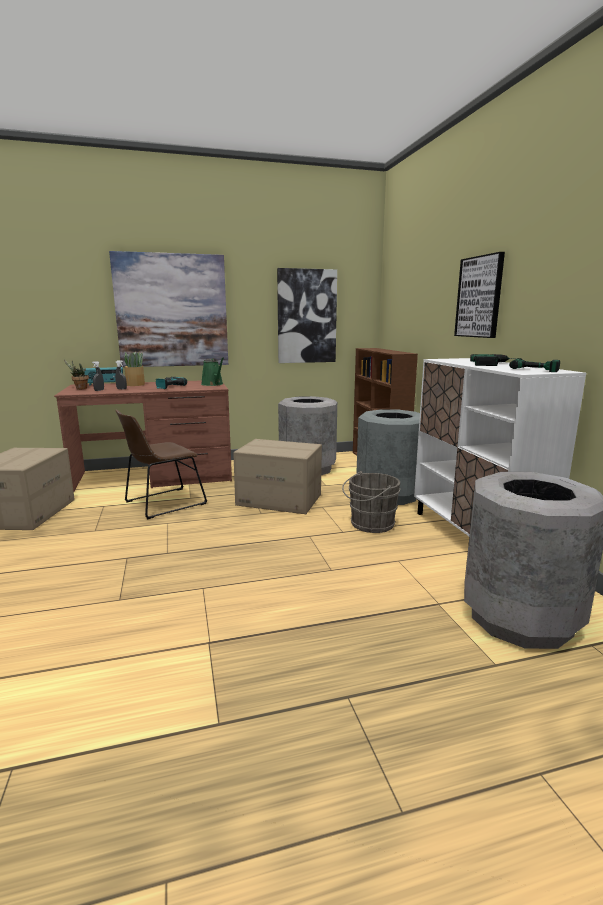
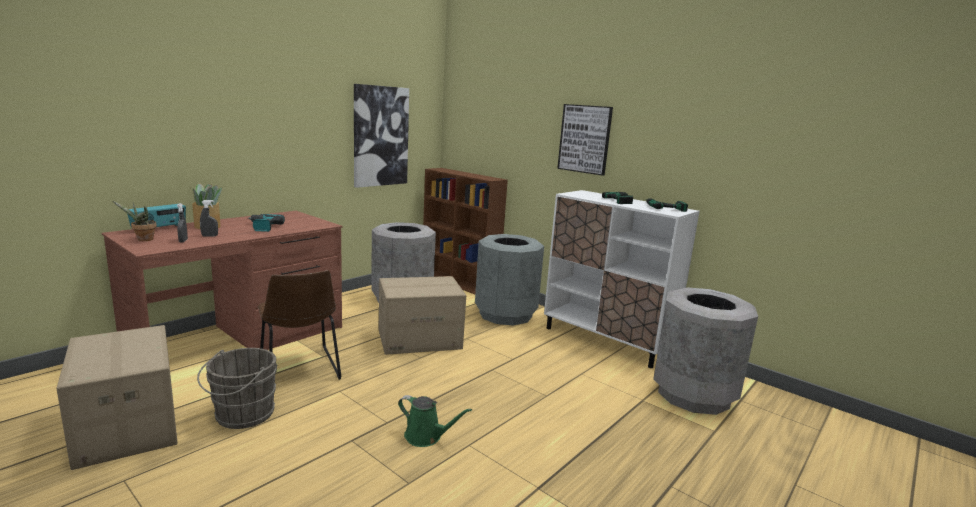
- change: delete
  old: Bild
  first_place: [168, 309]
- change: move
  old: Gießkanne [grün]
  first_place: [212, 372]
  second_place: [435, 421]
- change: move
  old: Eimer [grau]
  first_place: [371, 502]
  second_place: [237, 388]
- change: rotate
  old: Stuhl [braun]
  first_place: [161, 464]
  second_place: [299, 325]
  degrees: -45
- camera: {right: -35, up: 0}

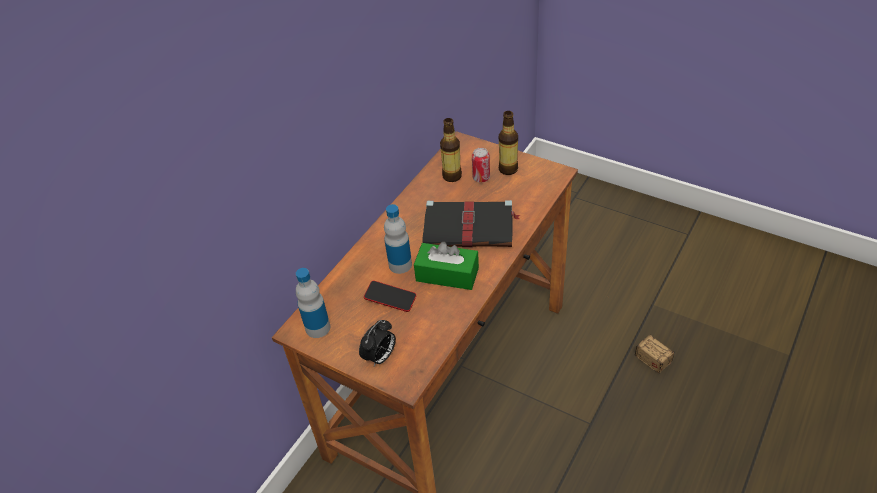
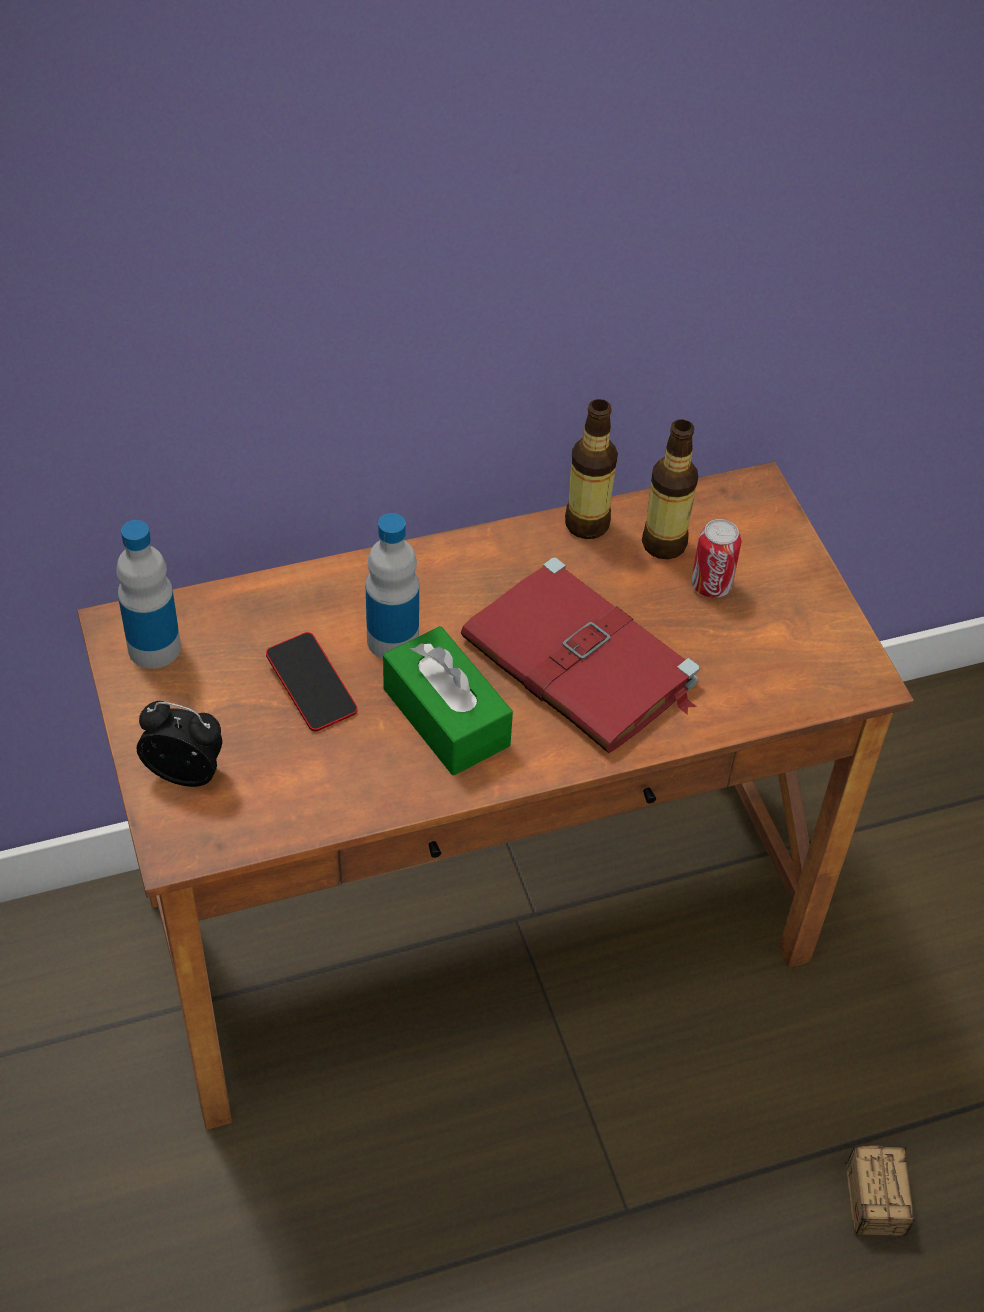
- change: move
  old: Flasche
  first_place: [508, 143]
  second_place: [591, 469]
- change: recolor
  old: Buch [schwarz]
  new: Buch [rot]
  first_place: [471, 223]
  second_place: [580, 655]
- change: rotate
  old: Wecker
  first_place: [377, 343]
  second_place: [179, 744]
  degrees: -150
- camera: {right: 35, up: 5}

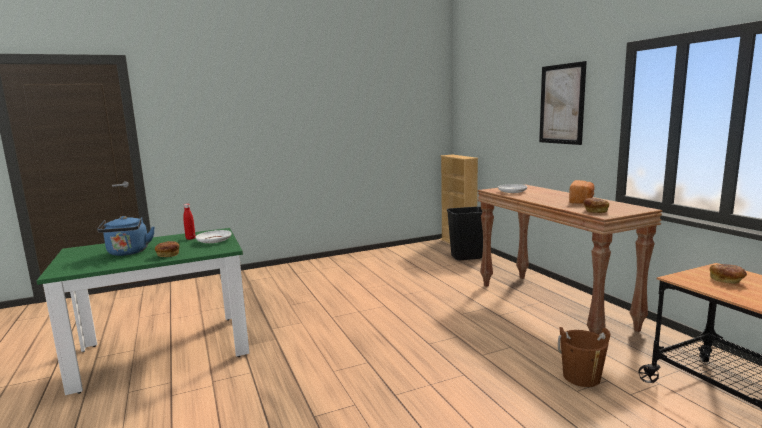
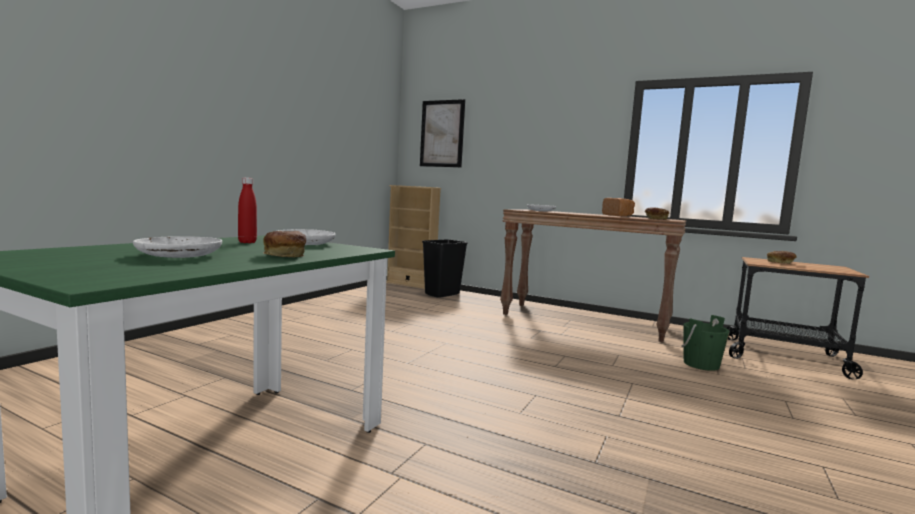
- change: move
  old: Bild
  first_place: [563, 103]
  second_place: [442, 133]
- change: replace
  old: Wasserkessel [blau]
  new: Teller [weiß]
  first_place: [126, 236]
  second_place: [177, 247]
- change: recolor
  old: Eimer [braun]
  new: Eimer [grün]
  first_place: [584, 357]
  second_place: [705, 343]
- camera: {right: -40, up: -5}

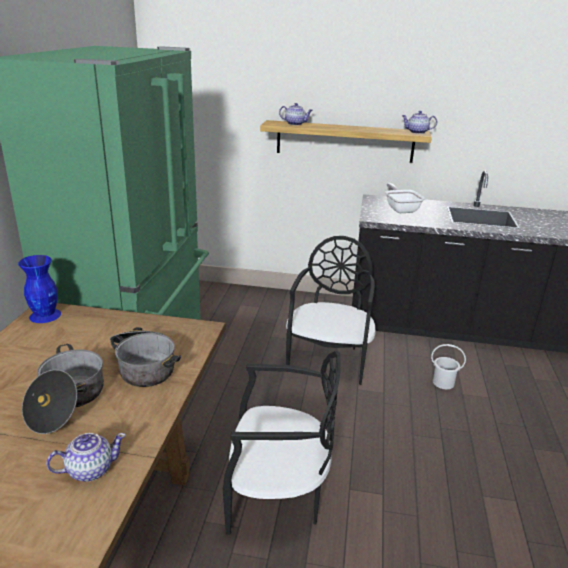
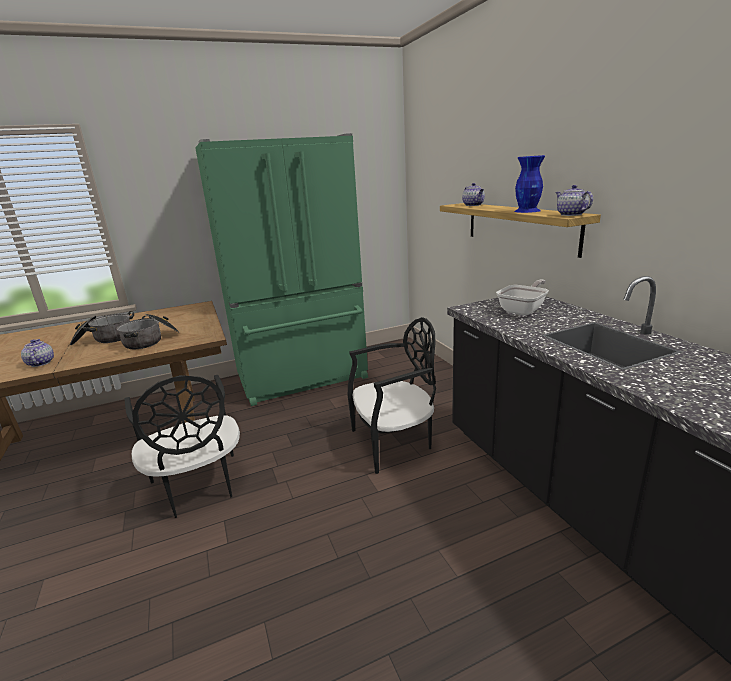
- change: delete
  old: Eimer [weiß]
  first_place: [448, 366]
- change: move
  old: Vase [blau]
  first_place: [39, 289]
  second_place: [529, 184]
- change: rotate
  old: Teekanne
  first_place: [86, 457]
  second_place: [37, 353]
  degrees: -150
- camera: {right: 60, up: -5}

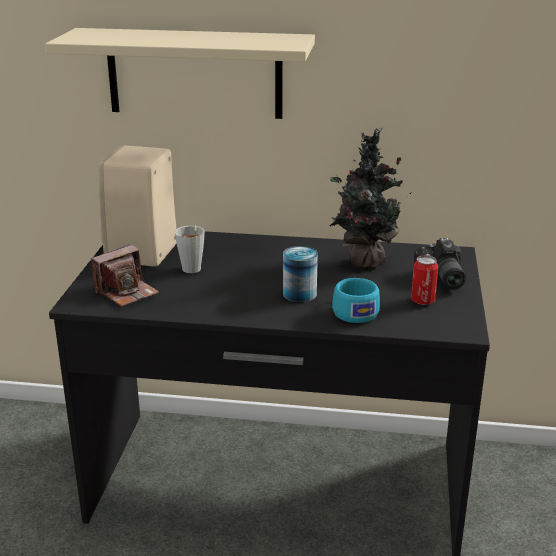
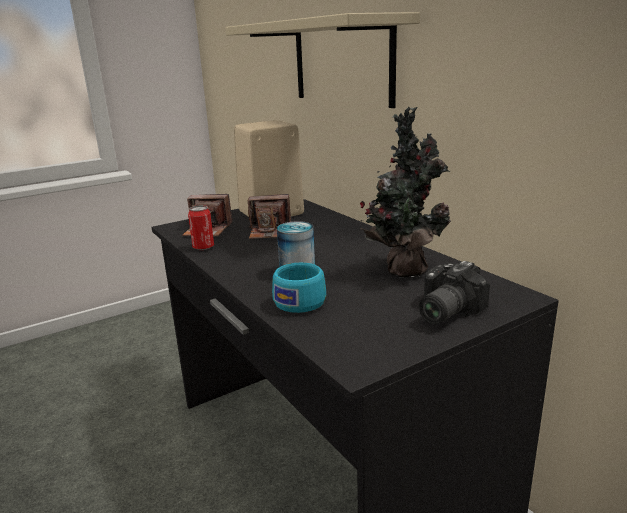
- change: move
  old: Dose
  first_place: [424, 280]
  second_place: [201, 227]
- change: replace
  old: Tasse [grau]
  new: Kamera
  first_place: [190, 249]
  second_place: [269, 216]
- camera: {right: 50, up: -5}

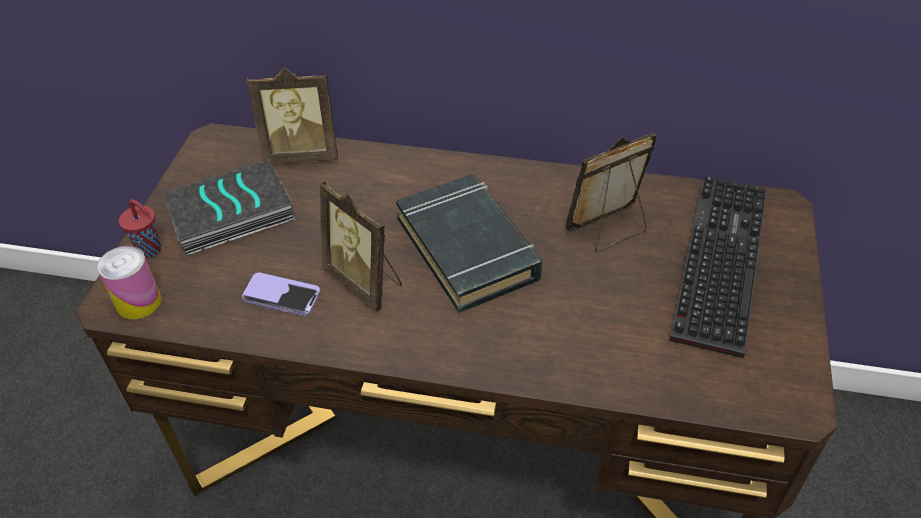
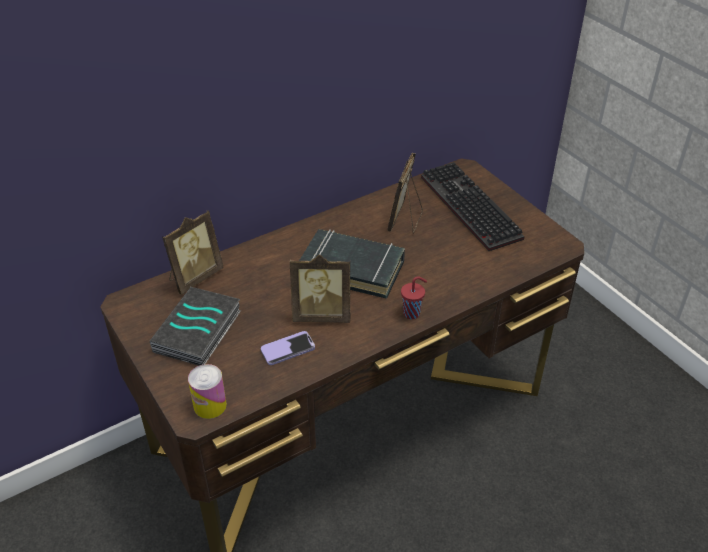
- change: move
  old: Tasse [rot]
  first_place: [140, 228]
  second_place: [414, 297]
- camera: {right: -45, up: -5}

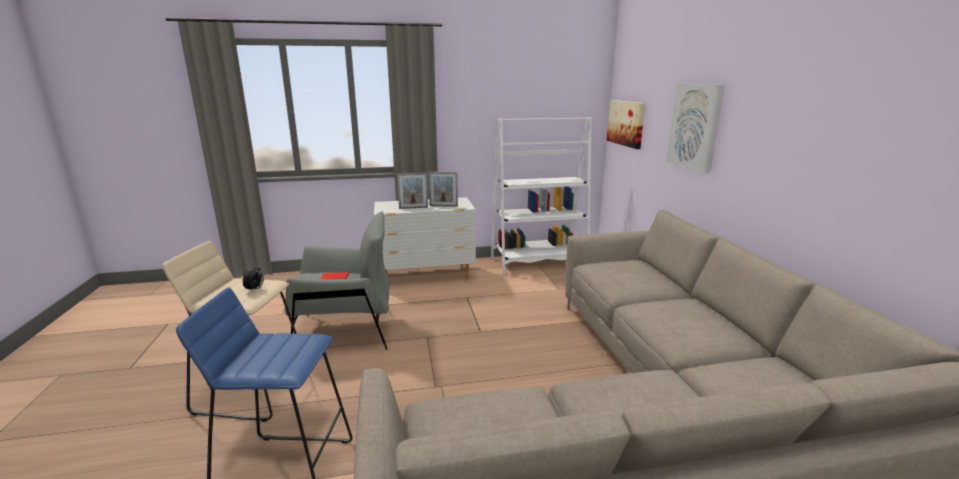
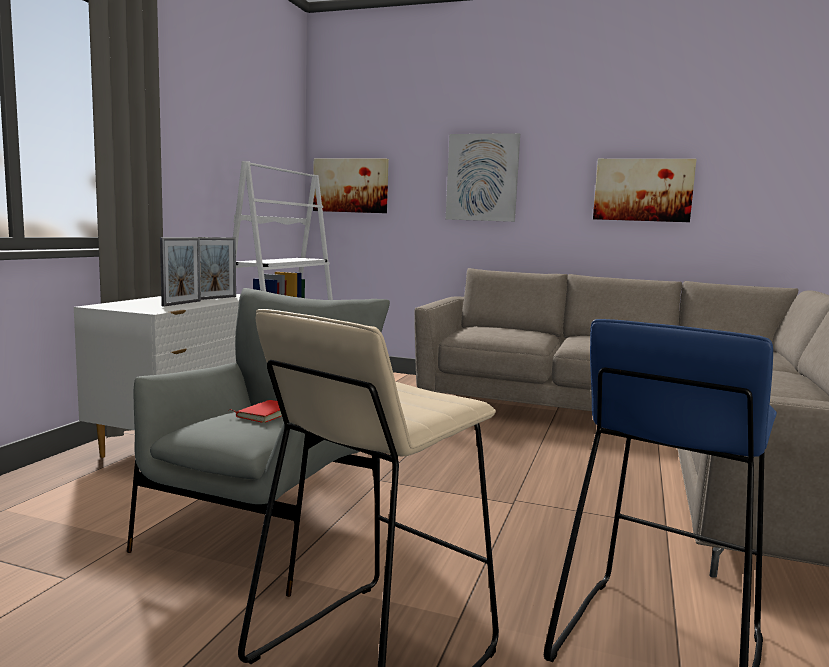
- change: delete
  old: Wecker
  first_place: [253, 278]
- change: insert
  new: Bild
  second_place: [644, 190]
- camera: {right: -60, up: -10}

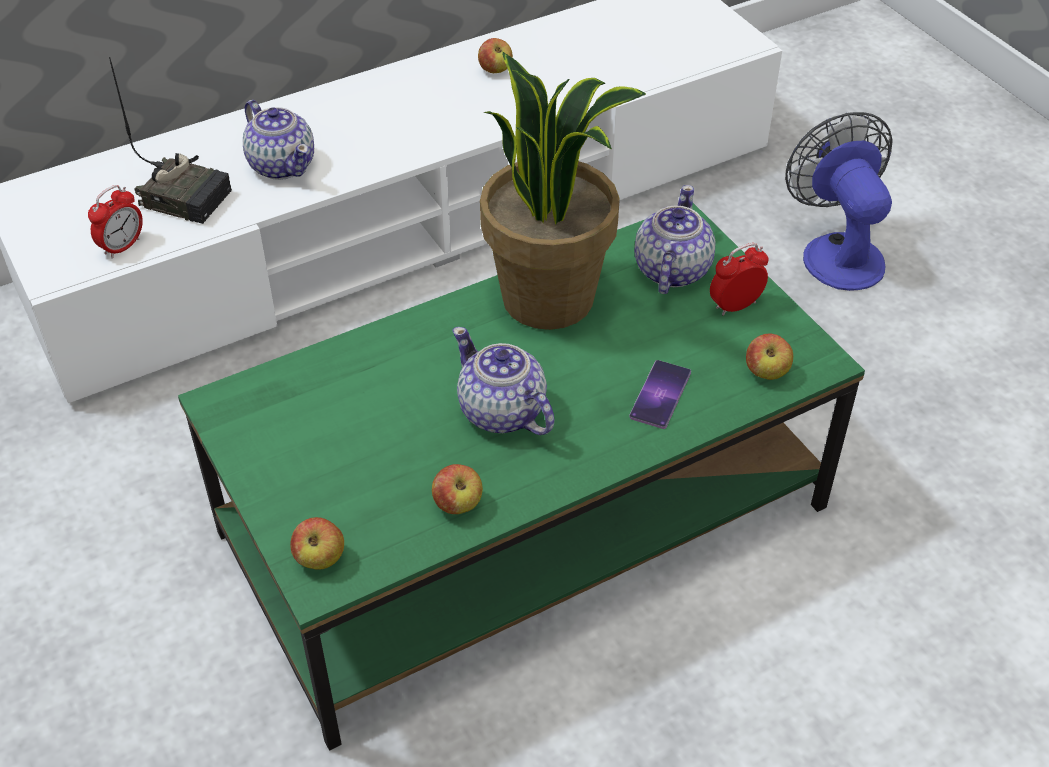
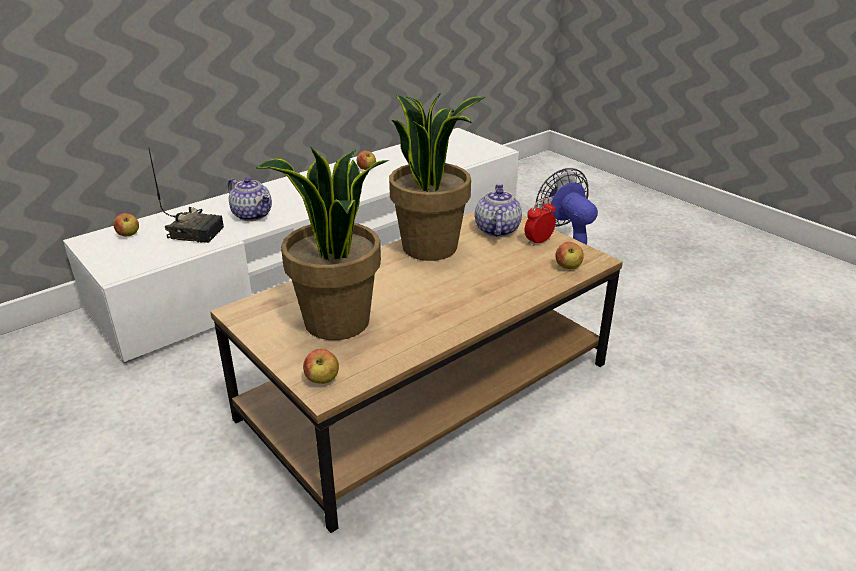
- change: delete
  old: Wecker
  first_place: [115, 222]
- change: delete
  old: Teekanne
  first_place: [503, 381]
- change: delete
  old: Handy
  first_place: [660, 394]
- change: insert
  new: Topfpflanze
  second_place: [322, 243]
- change: move
  old: Apfel
  first_place: [457, 489]
  second_place: [126, 225]
- change: recolor
  old: Couchtisch [grün]
  new: Couchtisch [braun]
  first_place: [521, 477]
  second_place: [416, 372]
- camera: {right: -10, up: -15}

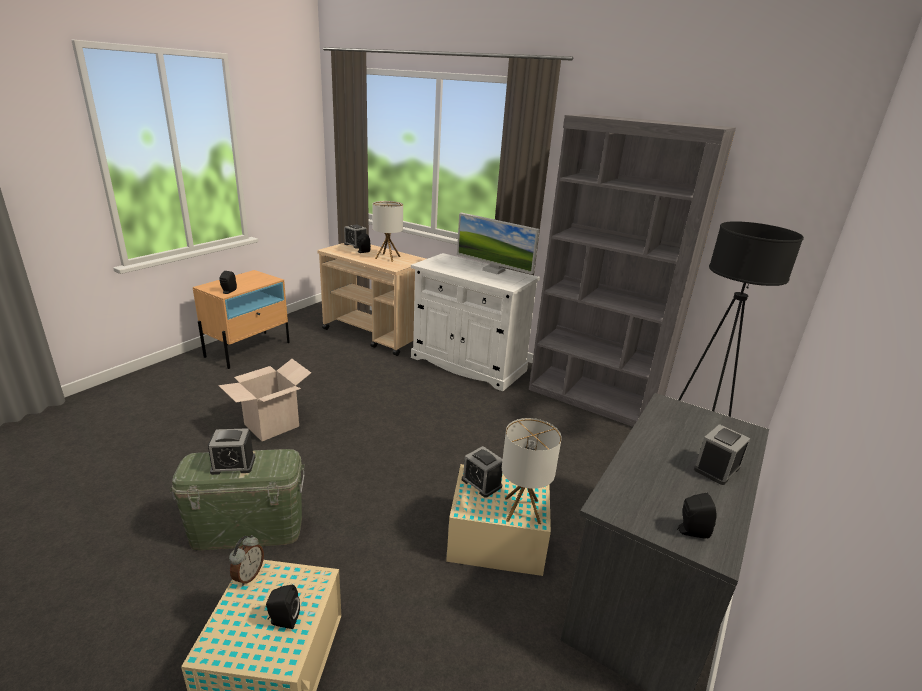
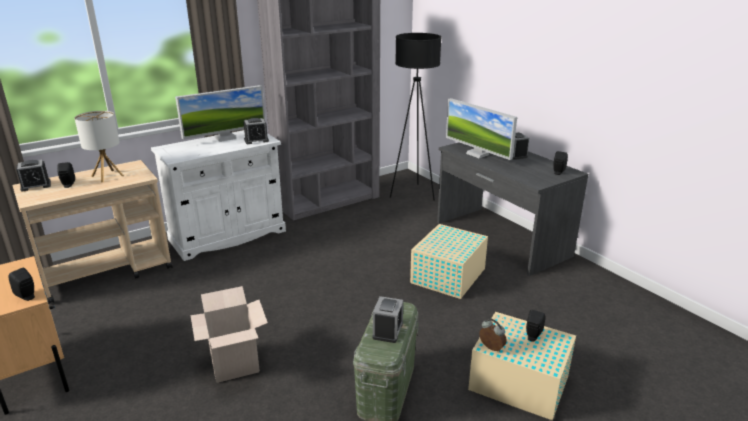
- change: delete
  old: Tischlampe
  first_place: [532, 471]
- change: insert
  new: Monitor
  second_place: [481, 129]
- change: move
  old: Wecker
  first_place: [482, 472]
  second_place: [256, 131]
- camera: {right: -65, up: 0}

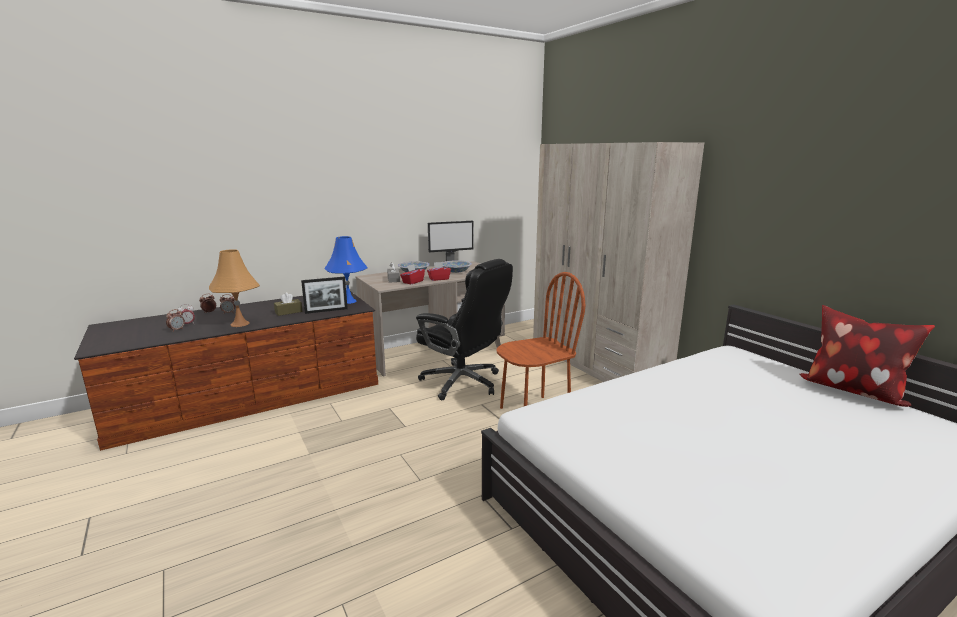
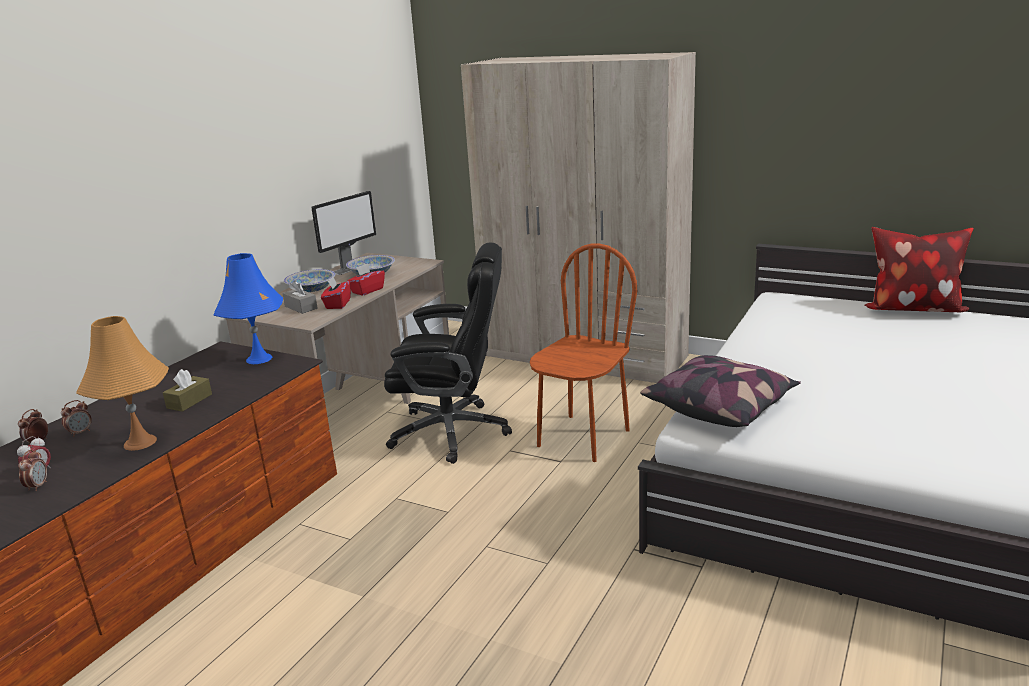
- change: delete
  old: Bilderrahmen
  first_place: [324, 295]
- change: insert
  new: Kissen
  second_place: [720, 391]
- camera: {right: -30, up: 5}

